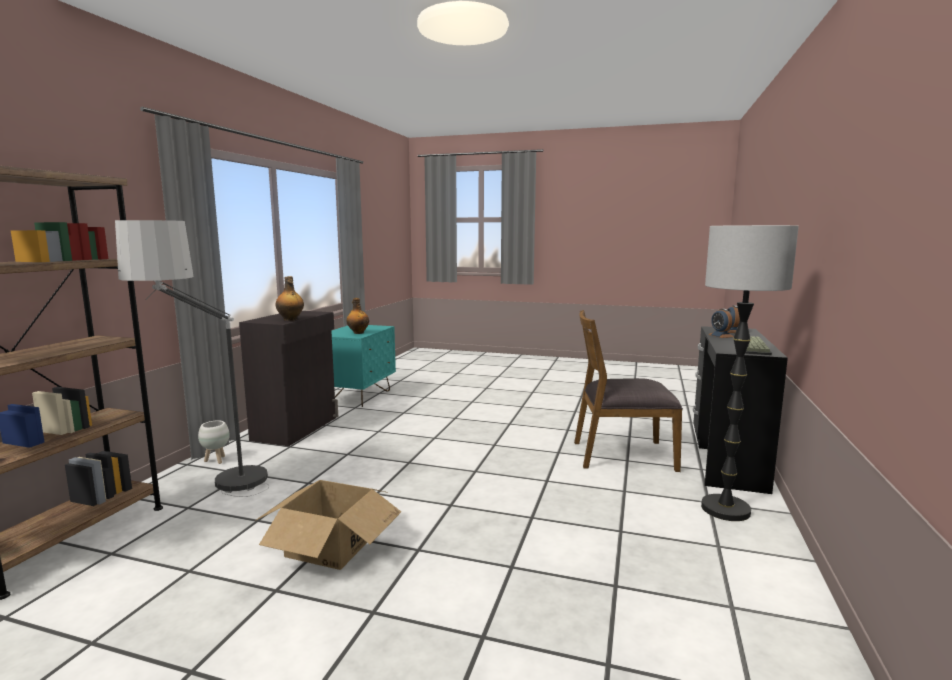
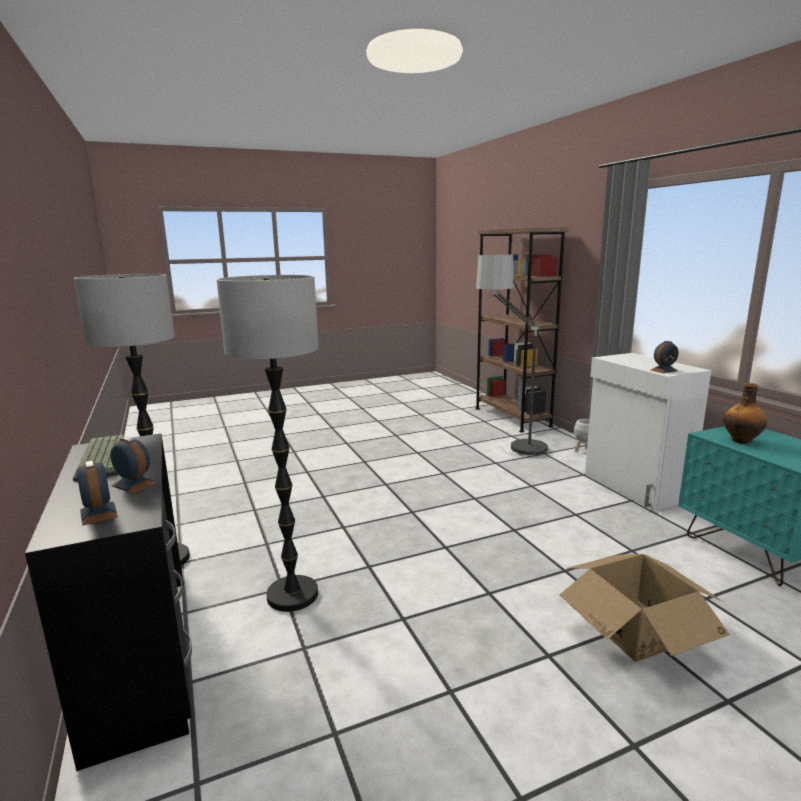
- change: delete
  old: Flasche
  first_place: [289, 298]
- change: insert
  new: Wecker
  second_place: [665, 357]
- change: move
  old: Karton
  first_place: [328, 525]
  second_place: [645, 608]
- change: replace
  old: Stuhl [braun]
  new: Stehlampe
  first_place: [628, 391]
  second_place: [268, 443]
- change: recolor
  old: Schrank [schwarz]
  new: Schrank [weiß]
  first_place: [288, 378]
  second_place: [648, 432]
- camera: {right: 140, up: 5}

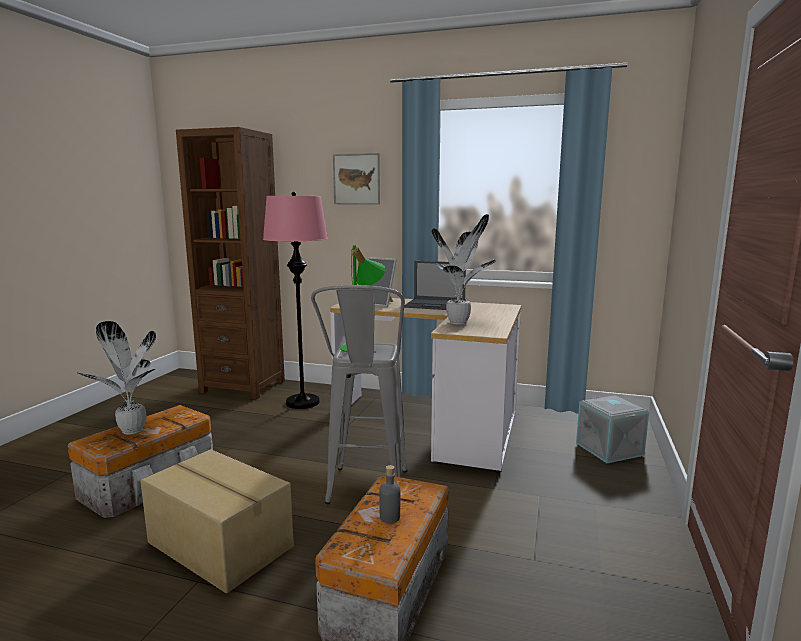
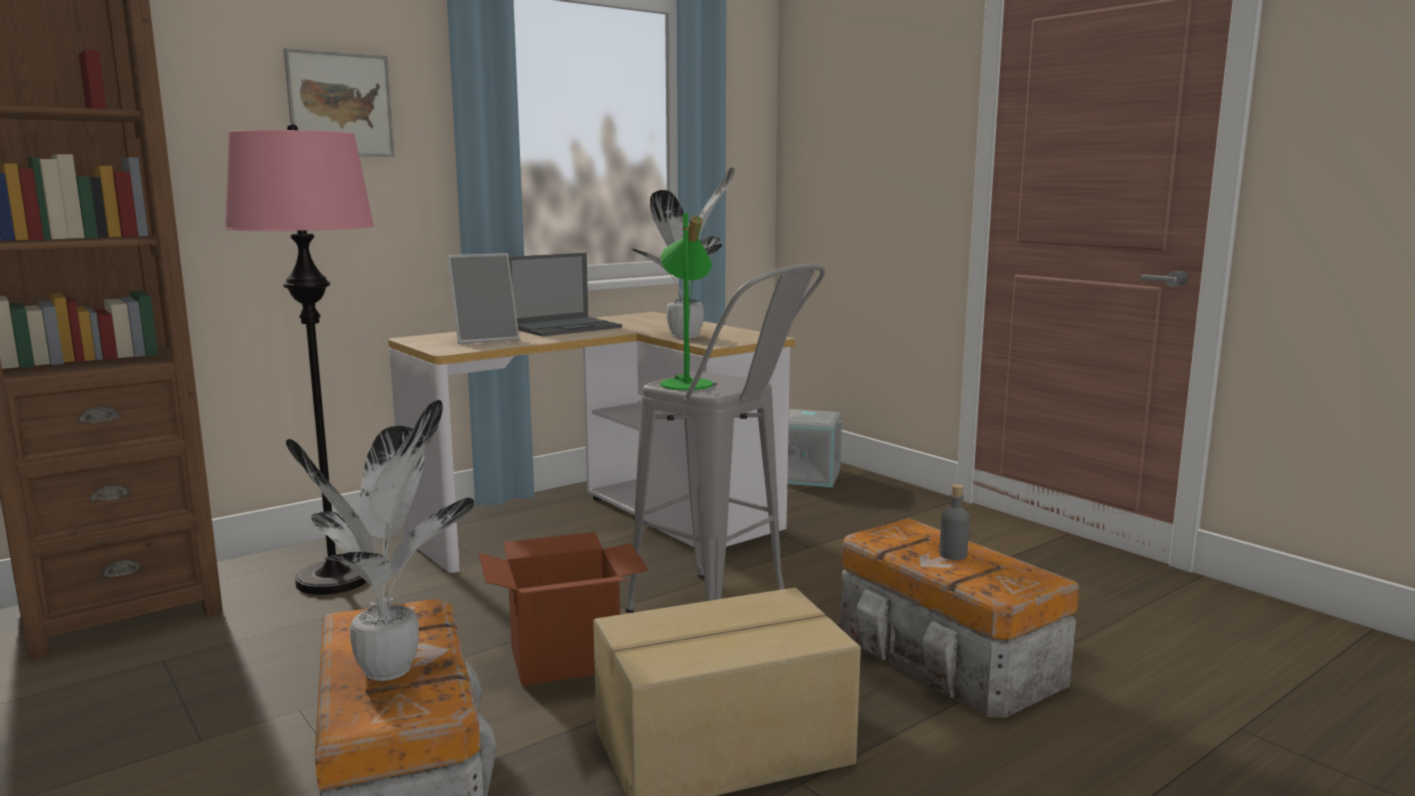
- change: insert
  new: Karton
  second_place: [563, 609]
- camera: {right: -55, up: 0}

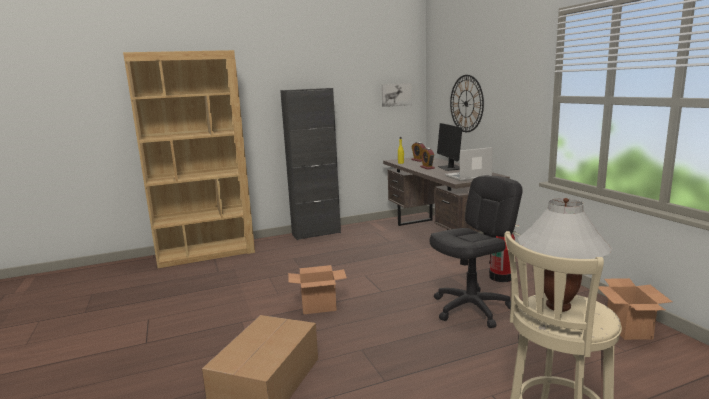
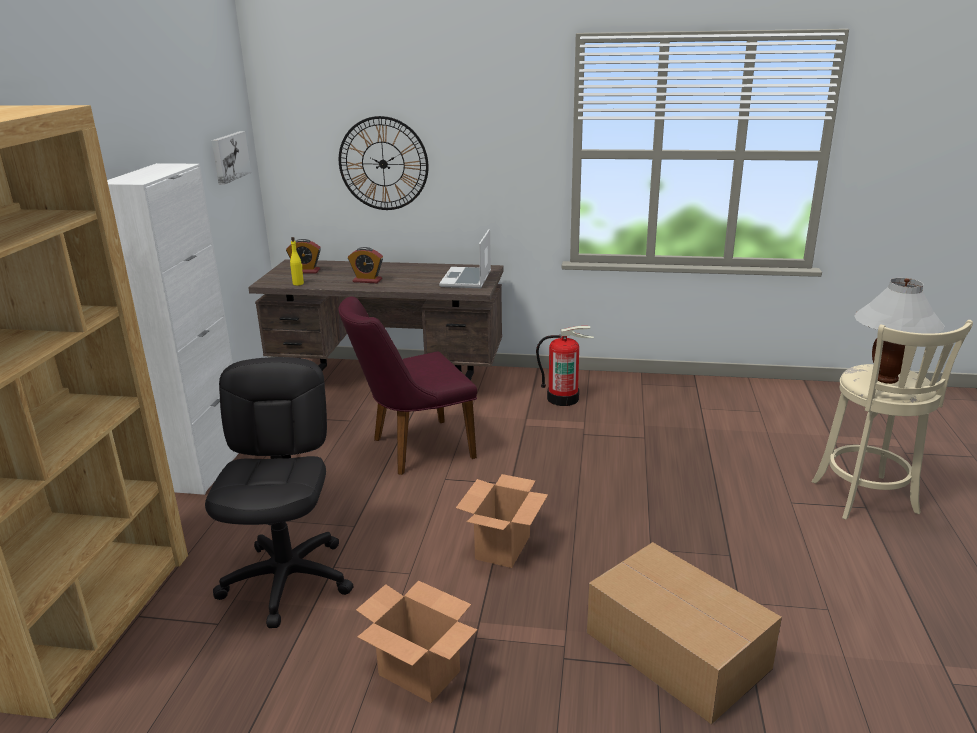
- change: delete
  old: Monitor
  first_place: [449, 147]
- change: insert
  new: Stuhl [lila]
  second_place: [407, 385]
- change: move
  old: Bürostuhl [schwarz]
  first_place: [476, 251]
  second_place: [279, 492]
- change: move
  old: Karton
  first_place: [635, 309]
  second_place: [416, 642]
- change: recolor
  old: Schrank [schwarz]
  new: Schrank [weiß]
  first_place: [310, 164]
  second_place: [173, 329]
- camera: {right: -60, up: 10}

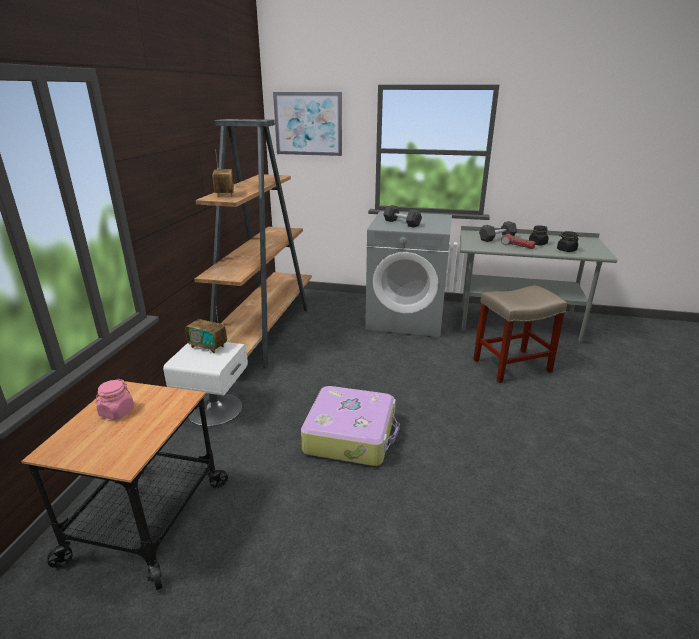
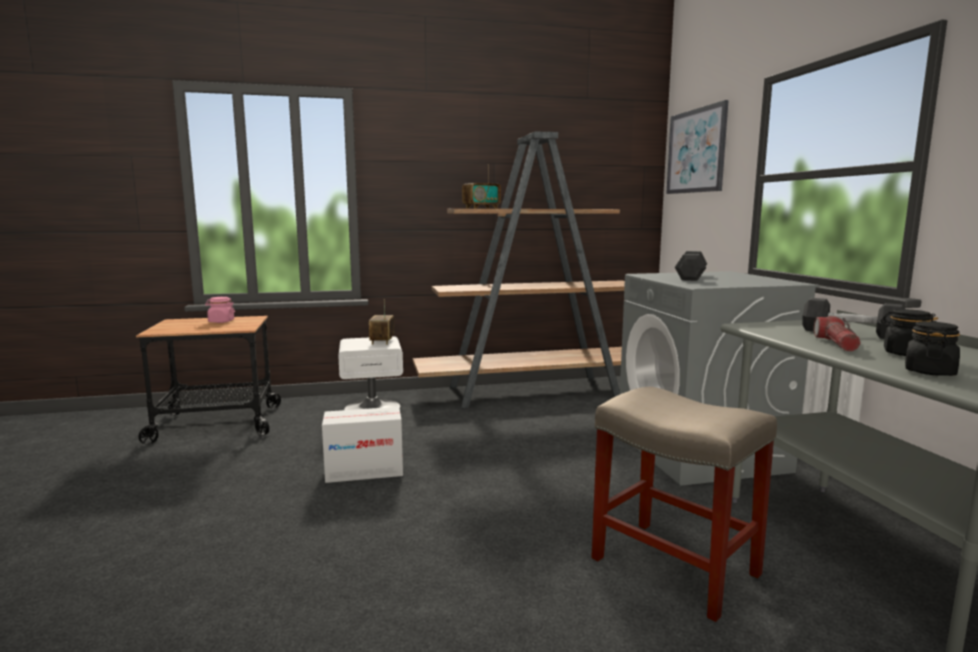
- change: replace
  old: Koffer
  new: Karton
  first_place: [350, 426]
  second_place: [362, 445]
- camera: {right: 65, up: -15}

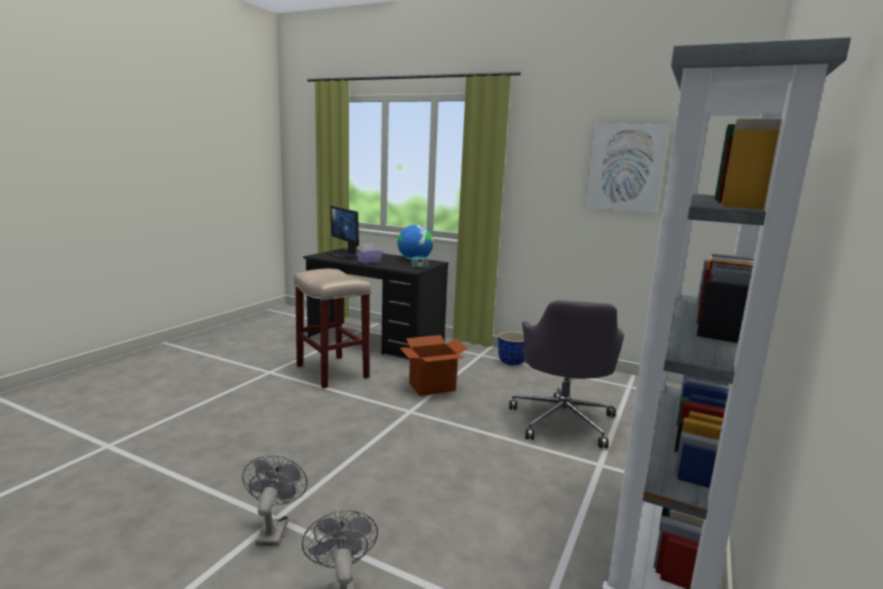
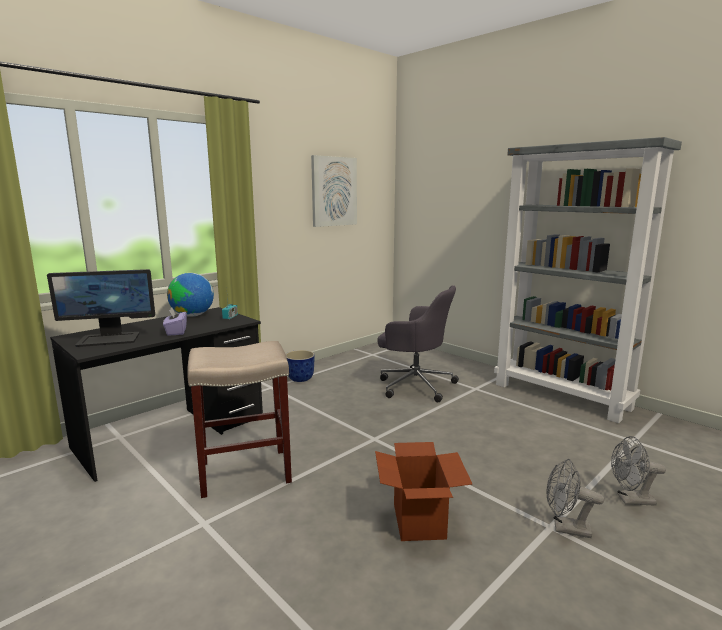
- change: move
  old: Karton
  first_place: [434, 365]
  second_place: [423, 491]
- camera: {right: -70, up: 0}

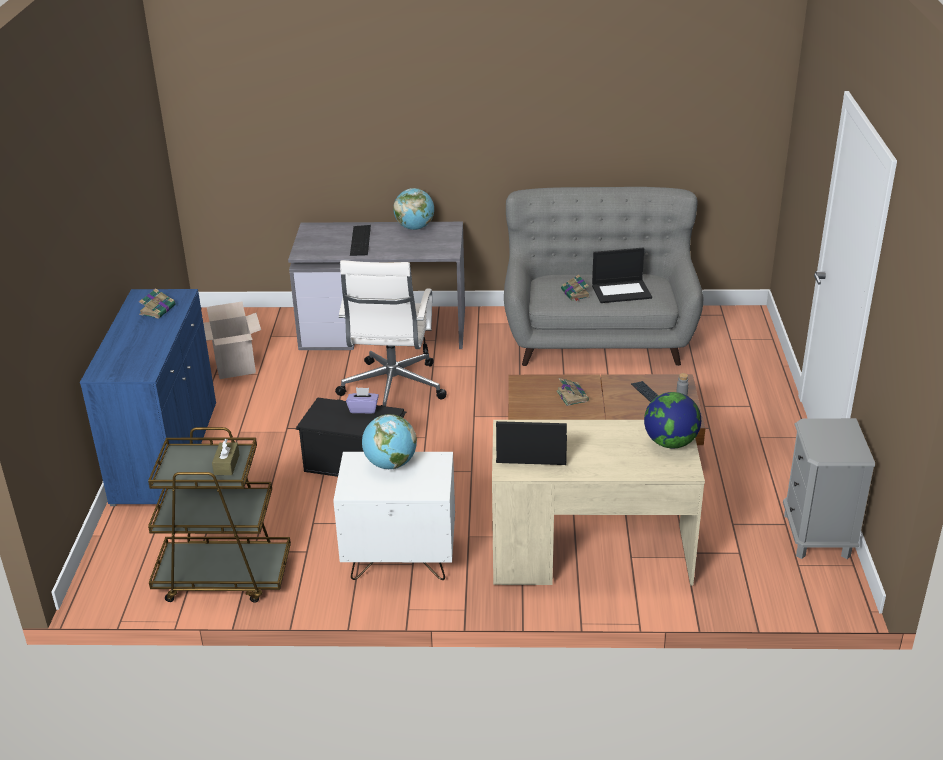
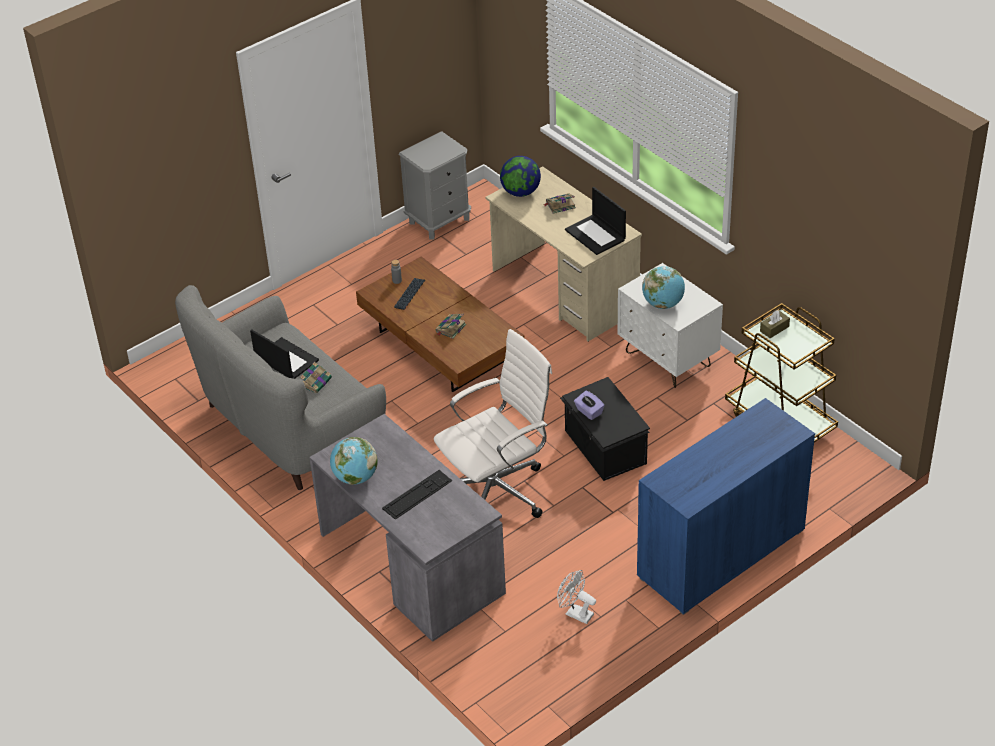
- change: move
  old: Buch
  first_place: [157, 303]
  second_place: [559, 203]
- change: replace
  old: Karton
  new: Ventilator [weiß]
  first_place: [232, 340]
  second_place: [576, 597]
- camera: {right: -130, up: 10}

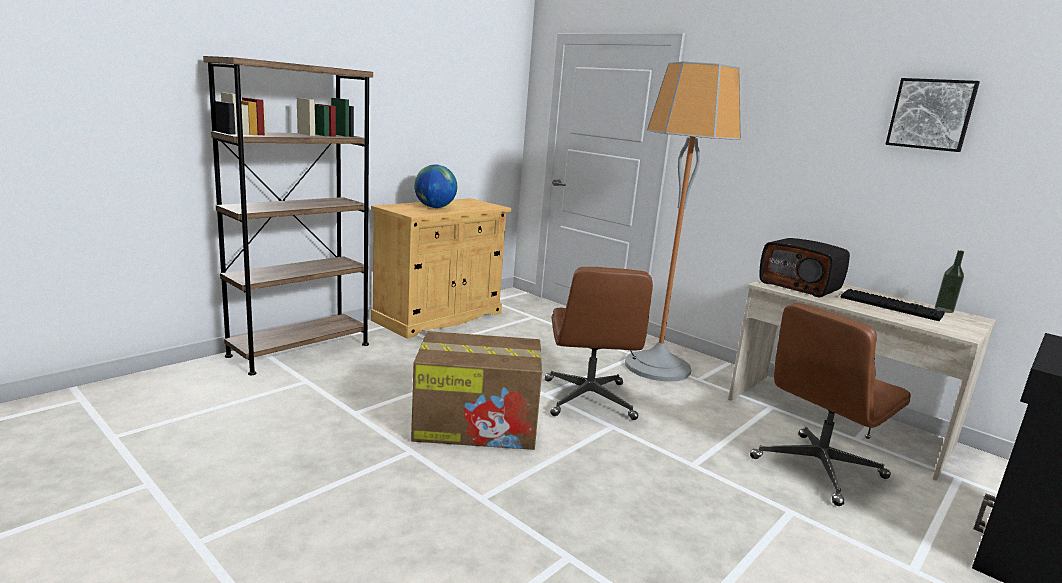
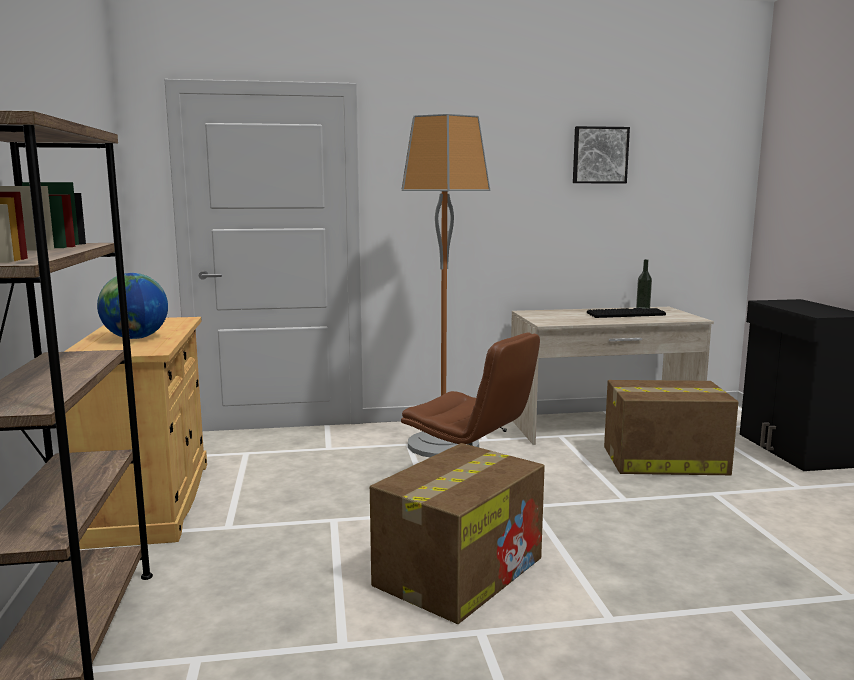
- change: delete
  old: Radio
  first_place: [805, 268]
- change: replace
  old: Bürostuhl [braun]
  new: Karton
  first_place: [830, 404]
  second_place: [671, 427]
- camera: {right: -50, up: -5}

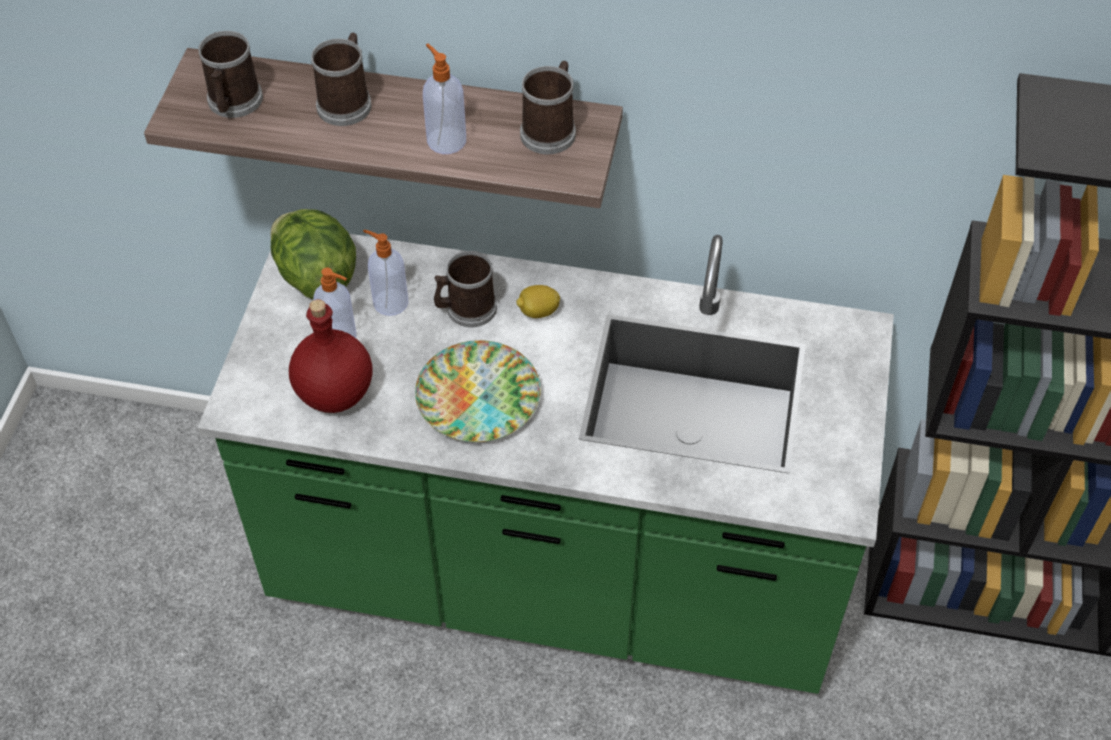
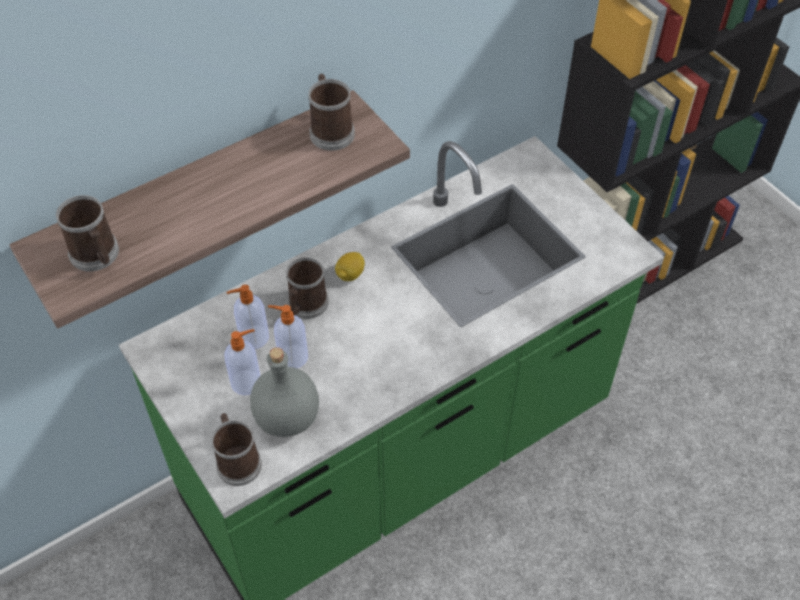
- change: delete
  old: Salatkopf
  first_place: [313, 254]
- change: delete
  old: Teller
  first_place: [478, 391]
- change: move
  old: Henkelbecher
  first_place: [341, 79]
  second_place: [236, 449]
- change: move
  old: Seifenspender
  first_place: [444, 99]
  second_place: [288, 336]
- change: recolor
  old: Flasche [rot]
  new: Flasche [grau]
  first_place: [331, 356]
  second_place: [284, 392]
- camera: {right: -45, up: 0}

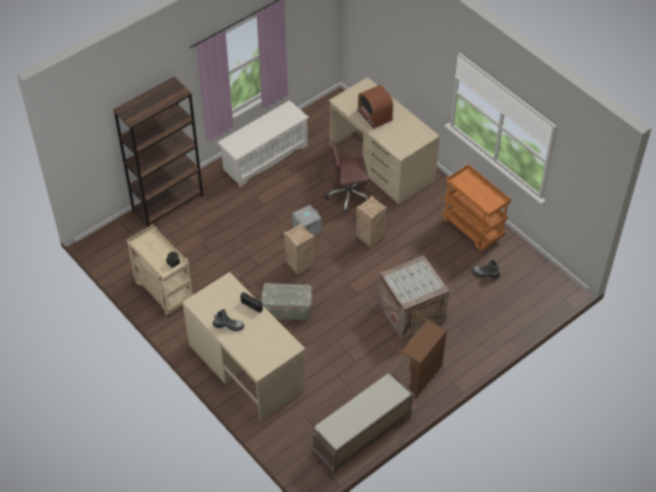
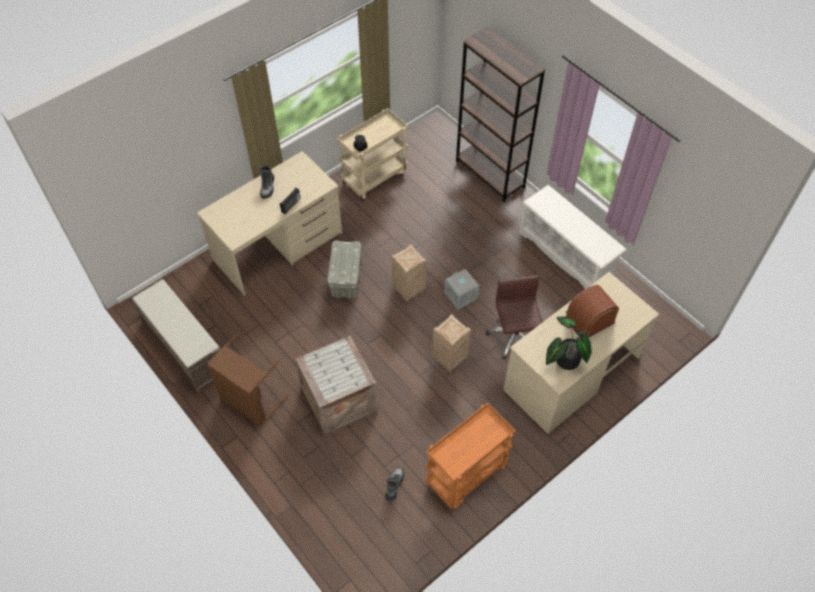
- change: insert
  new: Topfpflanze
  second_place: [568, 343]
- camera: {right: 90, up: 5}

